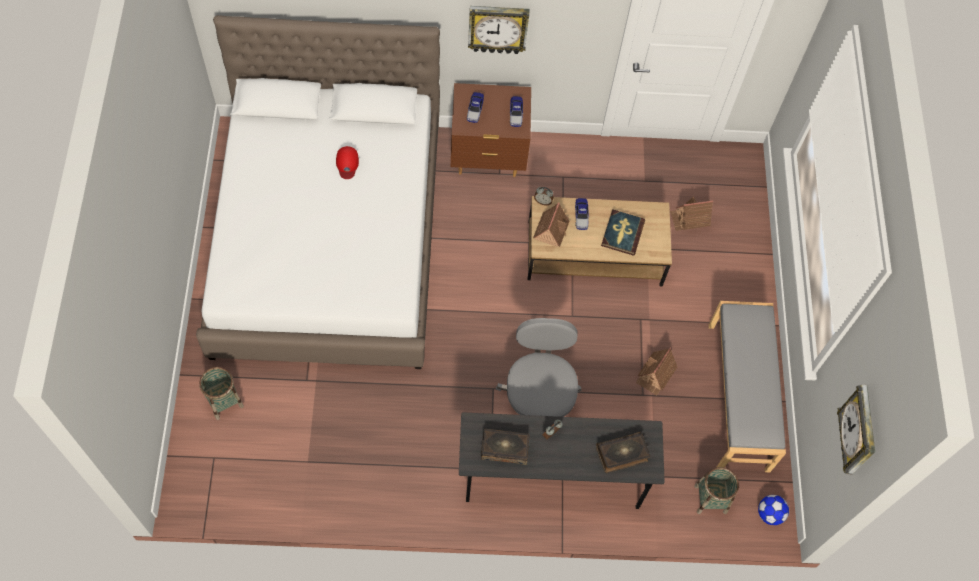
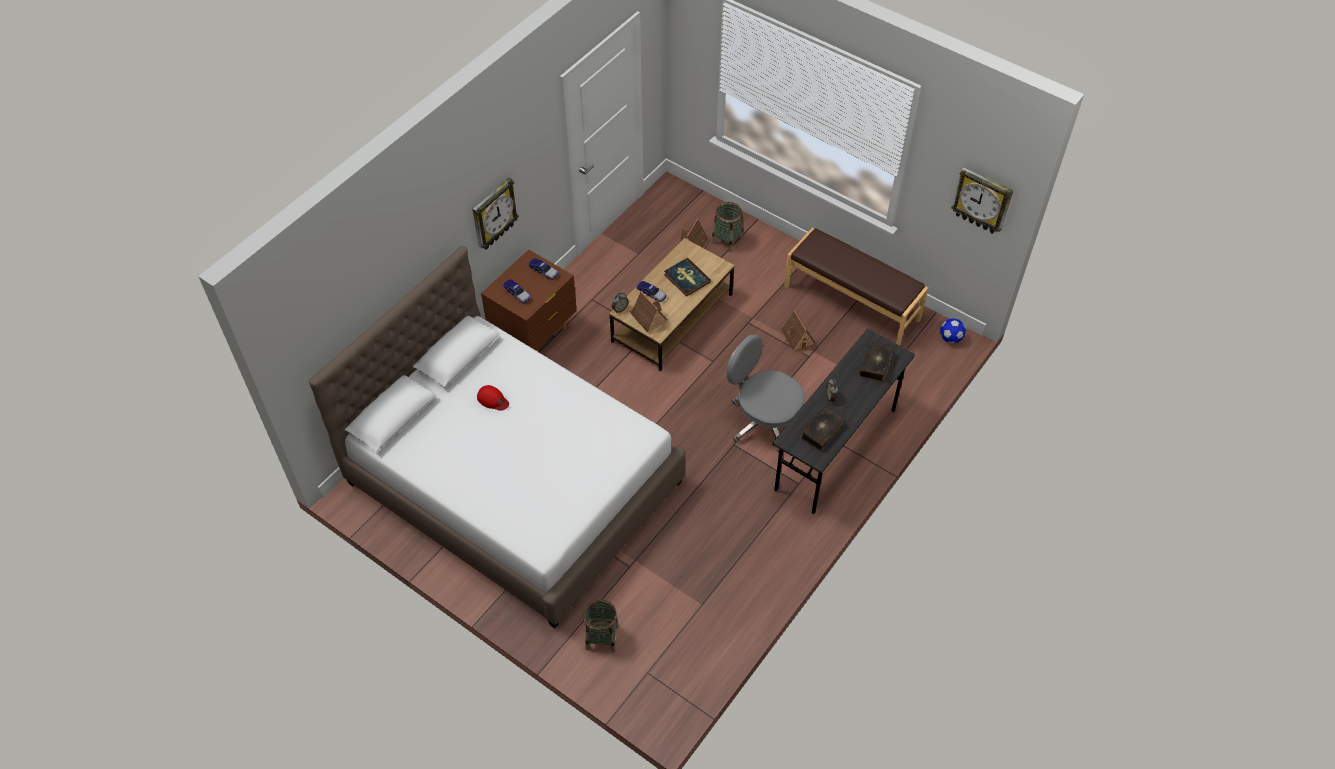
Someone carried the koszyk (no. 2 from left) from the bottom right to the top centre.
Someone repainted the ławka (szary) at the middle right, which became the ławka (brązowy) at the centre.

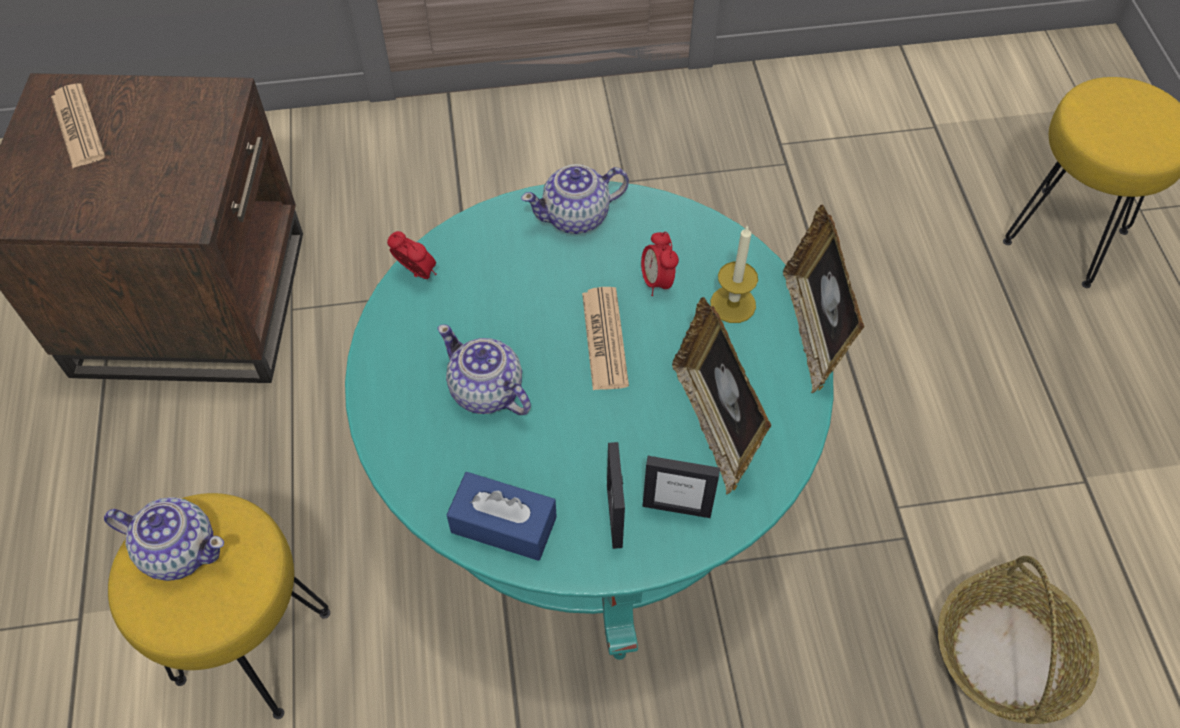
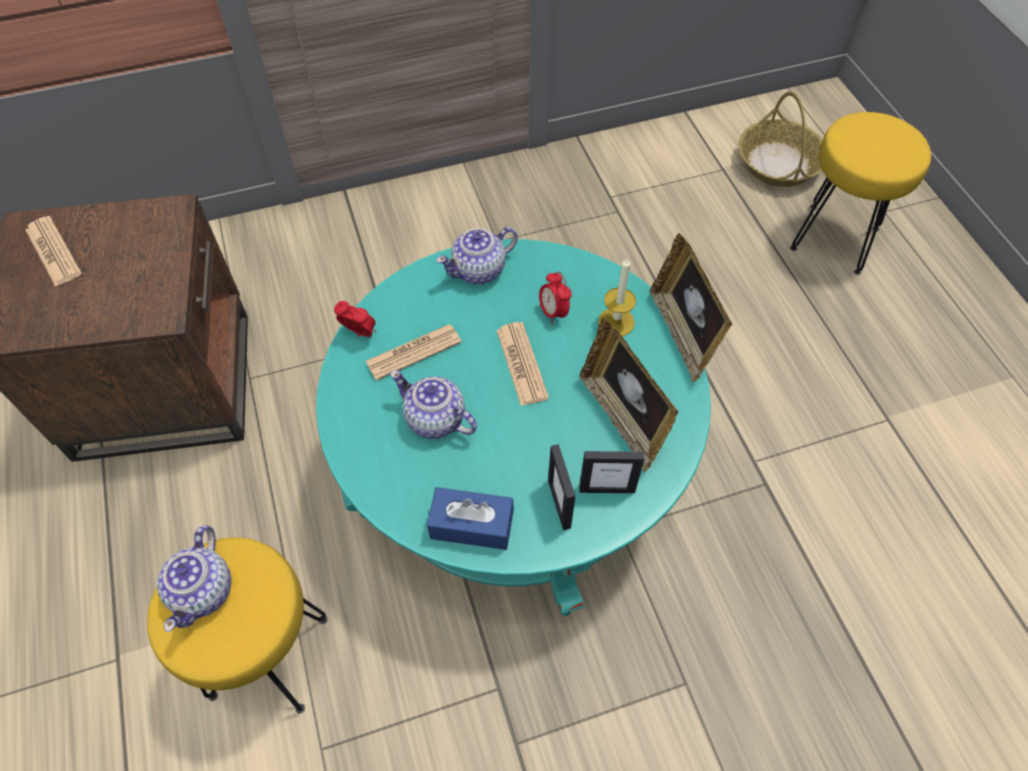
Someone rotated the imbryk (no. 1 from left) at the bottom left by 90 degrees clockwise.
Someone carried the koszyk from the bottom right to the top right.
Someone put down the gazeta (no. 2 from left) at the centre.

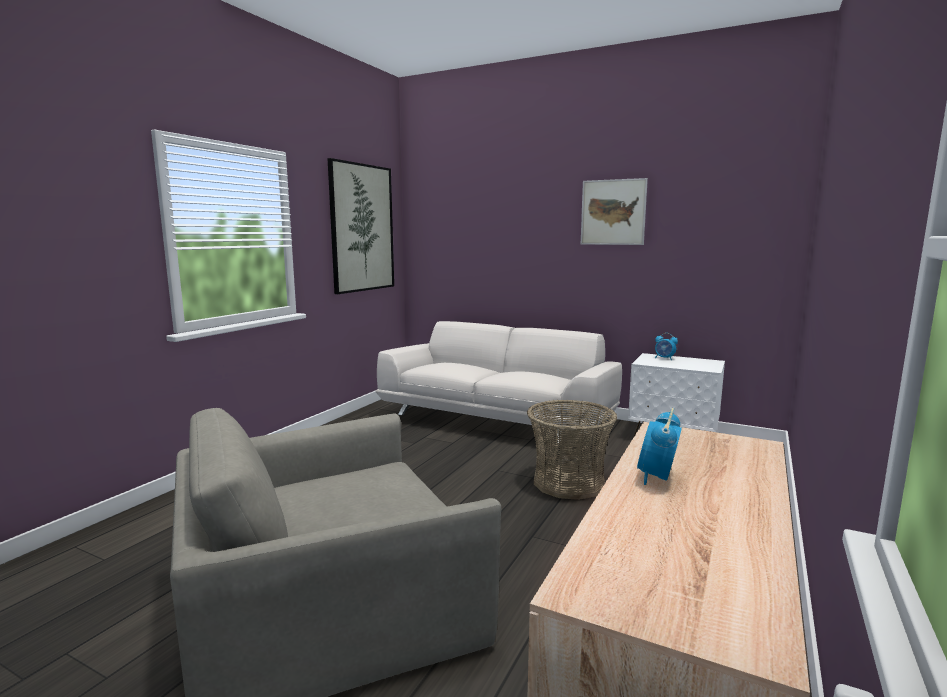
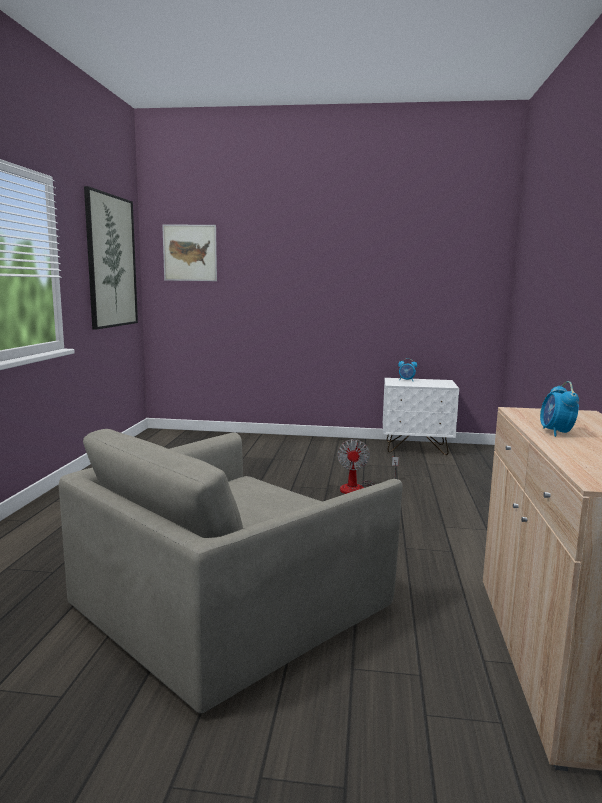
Someone took away the kanapa (biały) at the centre.
Someone swapped the koszyk at the centre for the wentylator at the centre.
Someone carried the obraz (no. 2 from left) from the top centre to the top left.

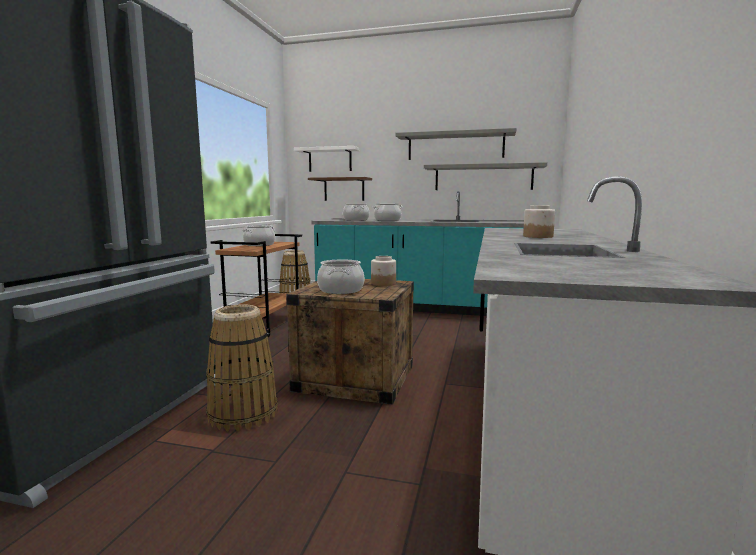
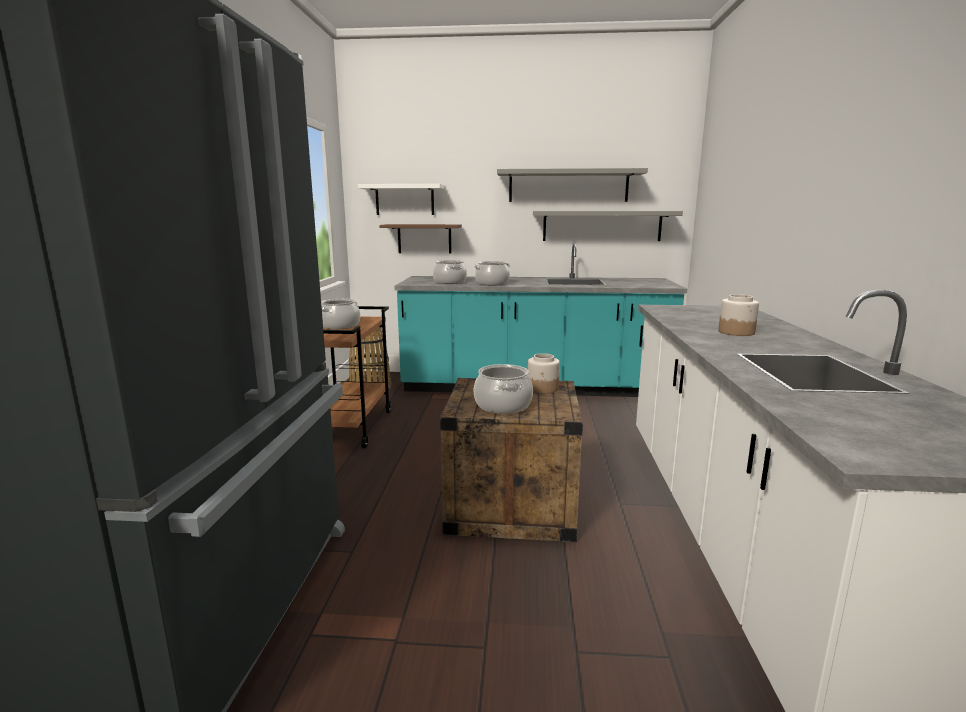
Someone took away the koszyk (no. 1 from left) at the middle left.

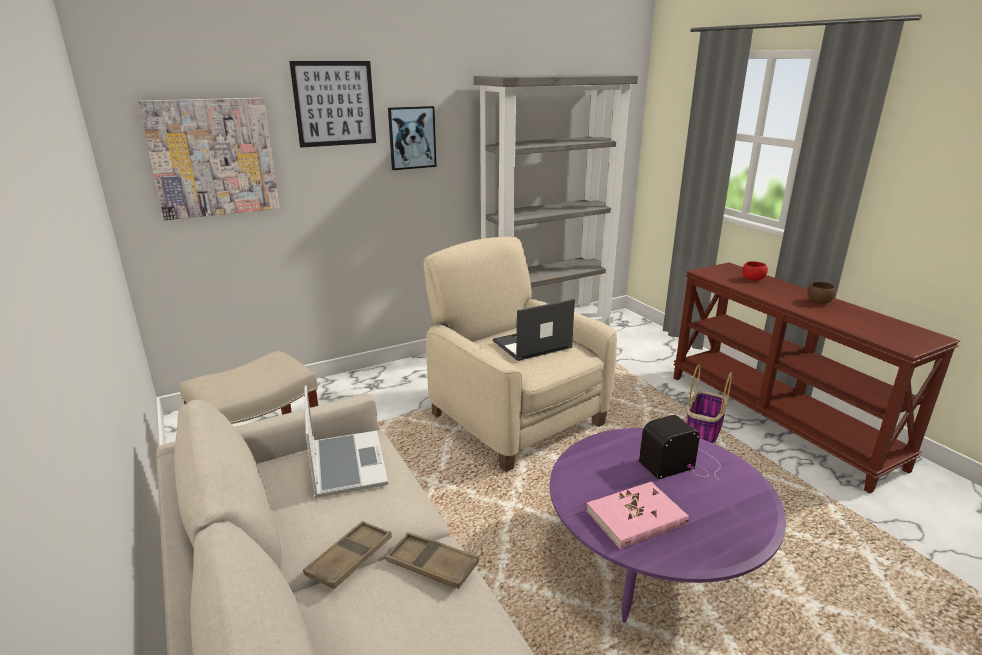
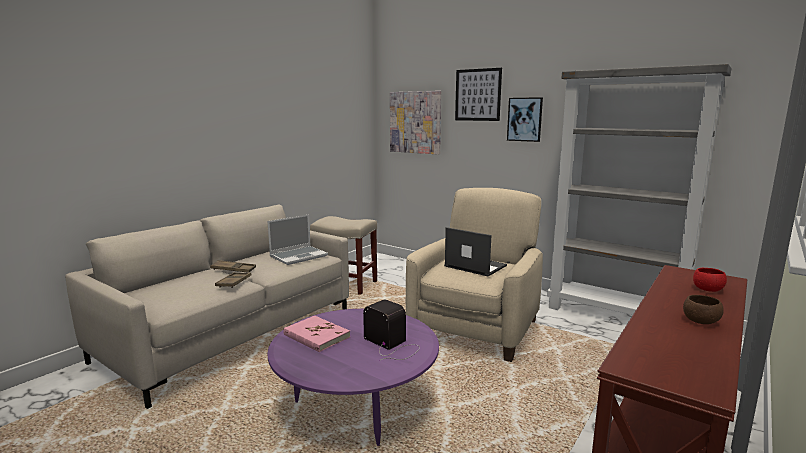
Someone took away the koszyk at the middle right.

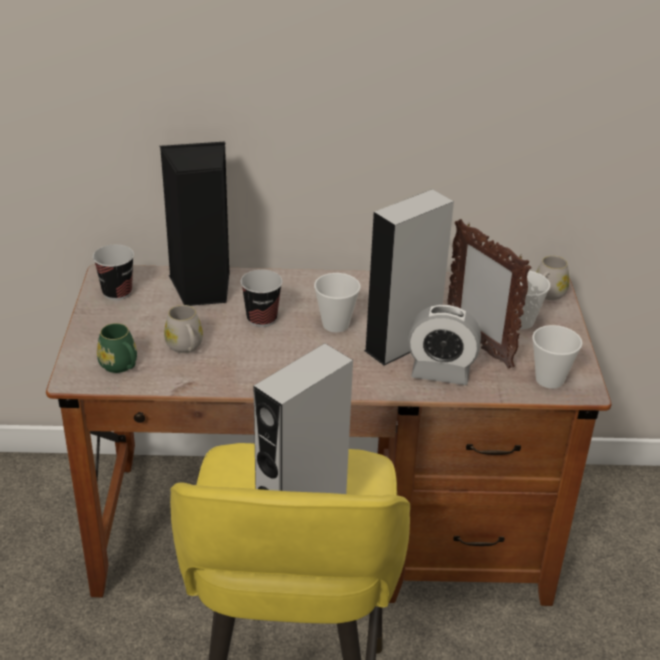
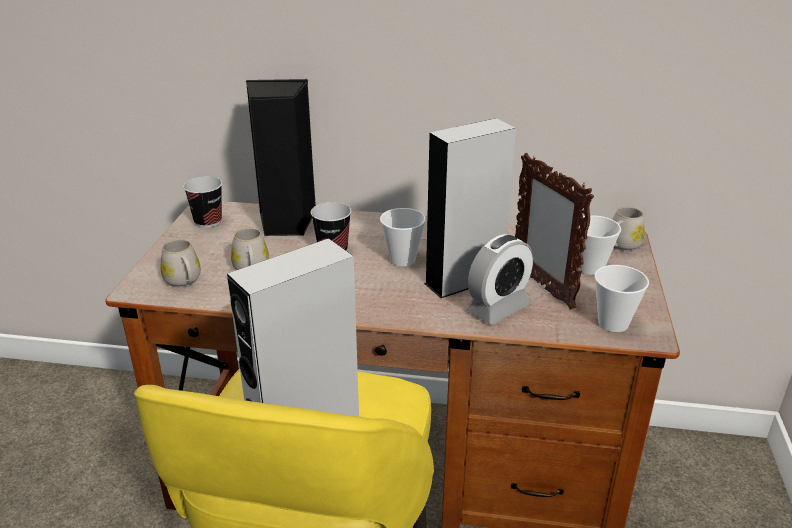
Someone repainted the kubek (zielony) at the middle left, which became the kubek (biały) (no. 1 from left) at the middle left.
Someone rotated the budzik at the middle right by 60 degrees counterclockwise.

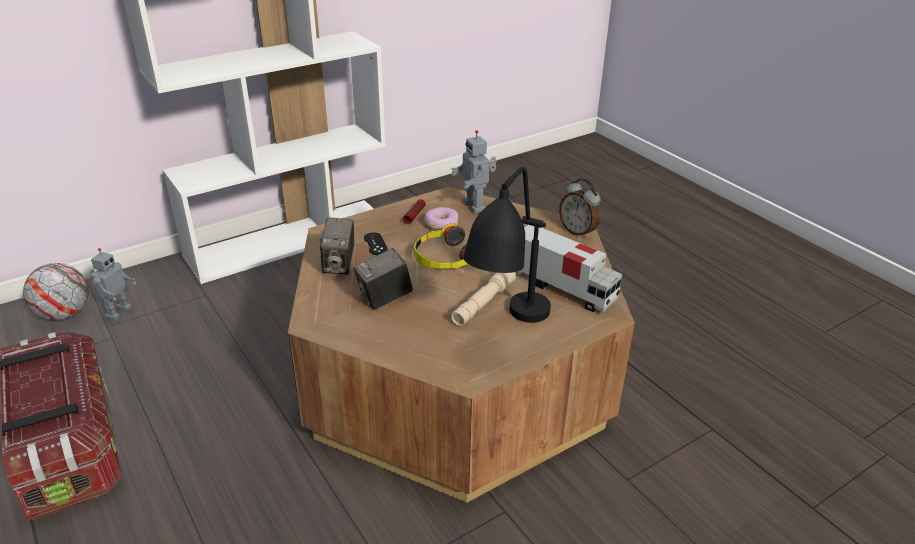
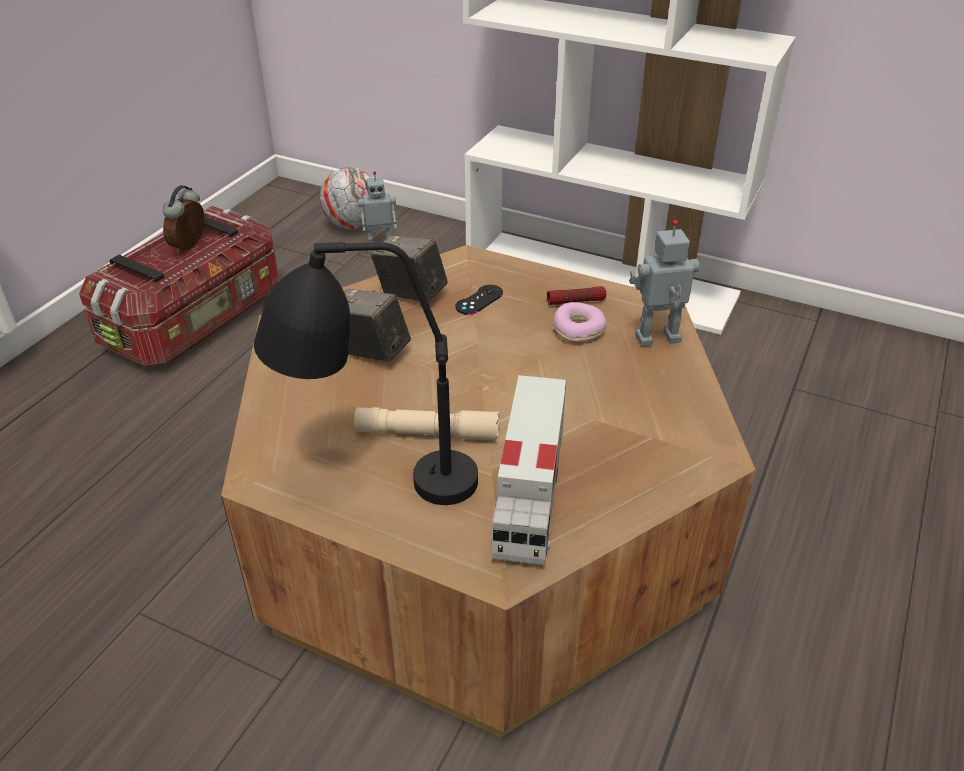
Someone rotated the aparat fotograficzny (no. 1 from left in the first image) at the centre by 60 degrees clockwise.
Someone took away the słuchawki at the centre.
Someone rotated the robot zabawkowy (no. 2 from left) at the top centre by 45 degrees clockwise.
Someone carried the budzik from the centre to the top left.

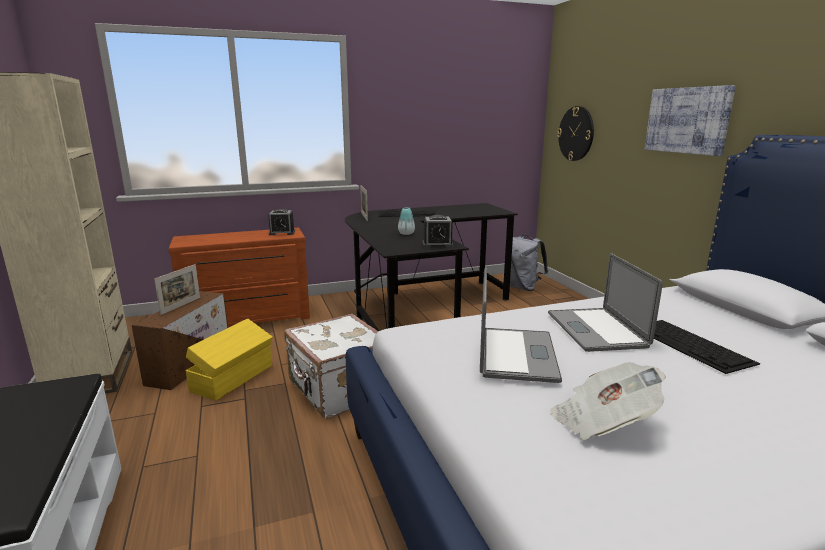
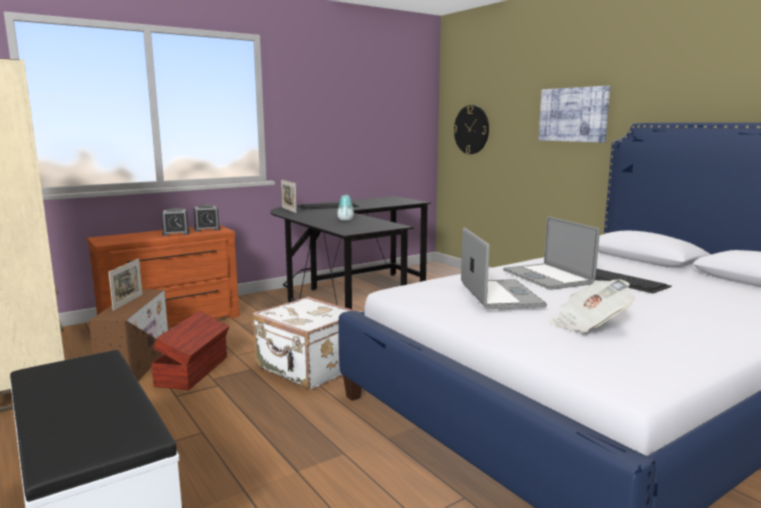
Someone repainted the pojemnik do przechowywania (żółty) at the middle left, which became the pojemnik do przechowywania (brązowy) (no. 2 from left) at the bottom left.
Someone carried the budzik (no. 2 from left in the first image) from the centre to the middle left.
Someone took away the plecak (szary) at the centre.

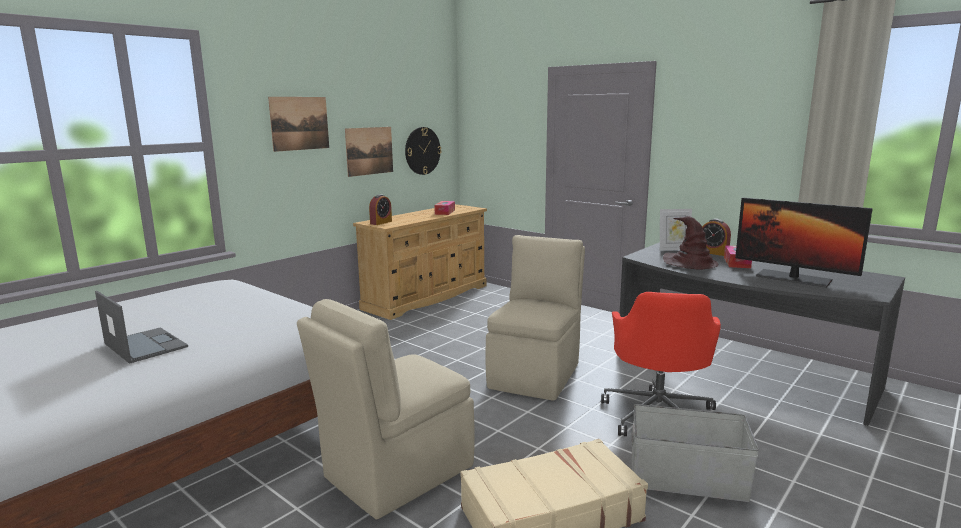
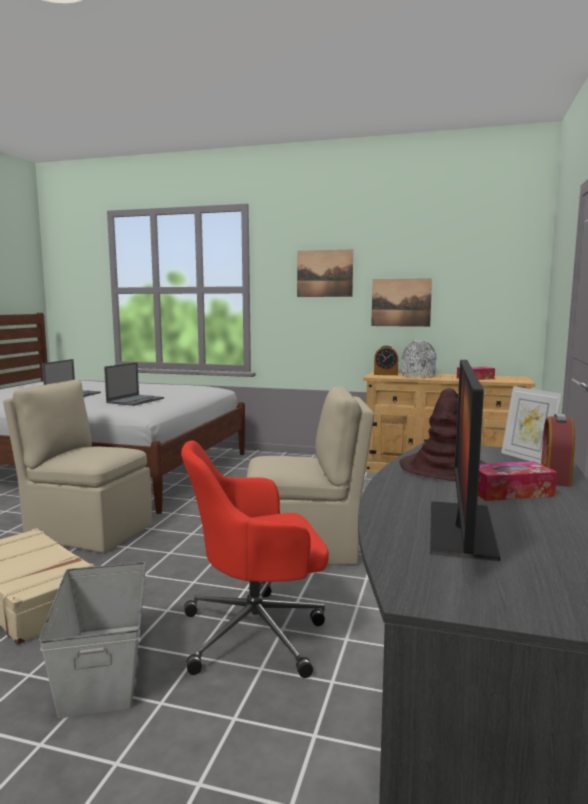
Someone took away the zegar ścienny at the top centre.
Someone put down the laptop (no. 2 from left) at the middle left.
Someone put down the wazon (szary) at the middle right.

